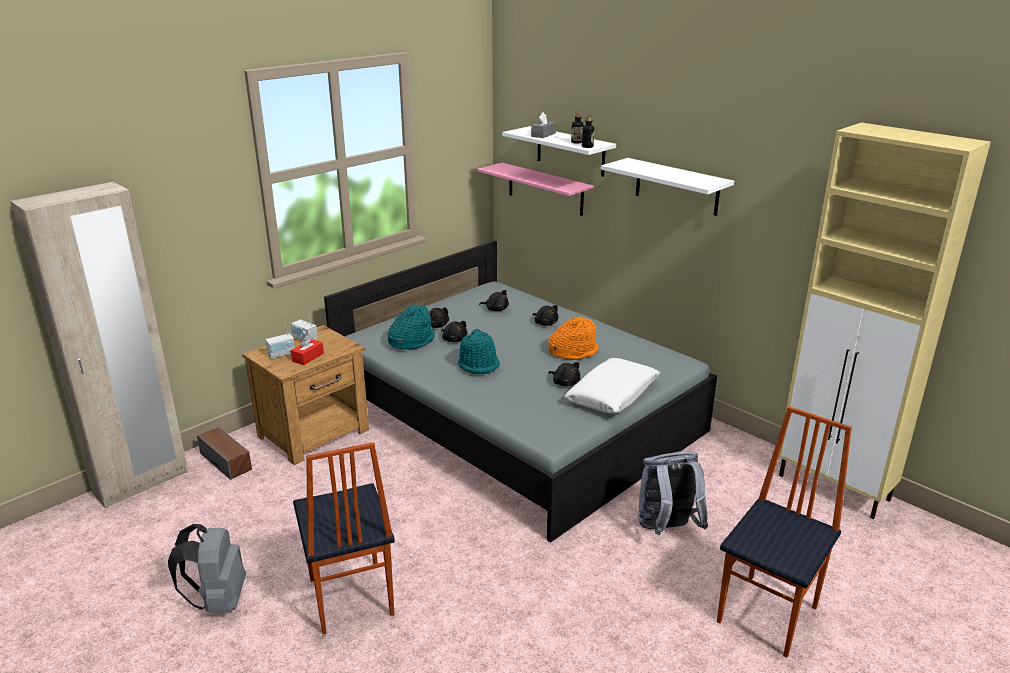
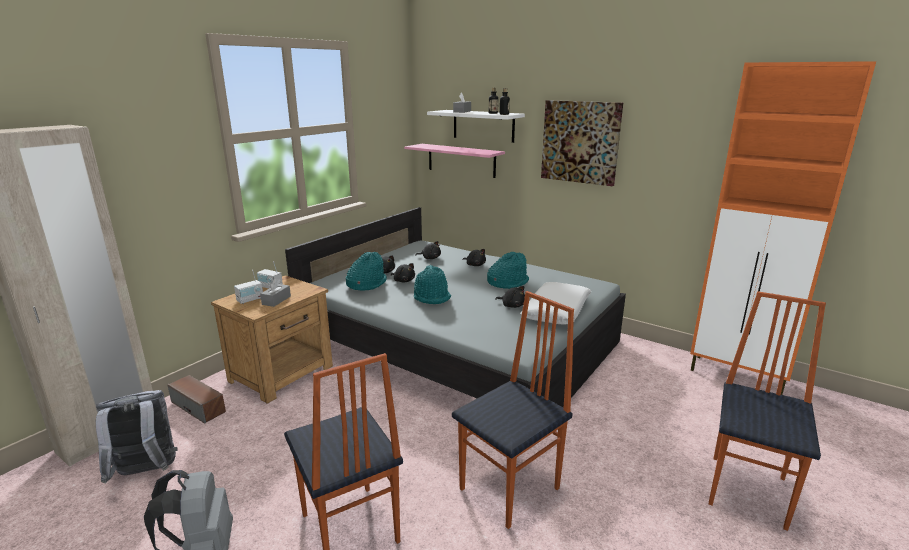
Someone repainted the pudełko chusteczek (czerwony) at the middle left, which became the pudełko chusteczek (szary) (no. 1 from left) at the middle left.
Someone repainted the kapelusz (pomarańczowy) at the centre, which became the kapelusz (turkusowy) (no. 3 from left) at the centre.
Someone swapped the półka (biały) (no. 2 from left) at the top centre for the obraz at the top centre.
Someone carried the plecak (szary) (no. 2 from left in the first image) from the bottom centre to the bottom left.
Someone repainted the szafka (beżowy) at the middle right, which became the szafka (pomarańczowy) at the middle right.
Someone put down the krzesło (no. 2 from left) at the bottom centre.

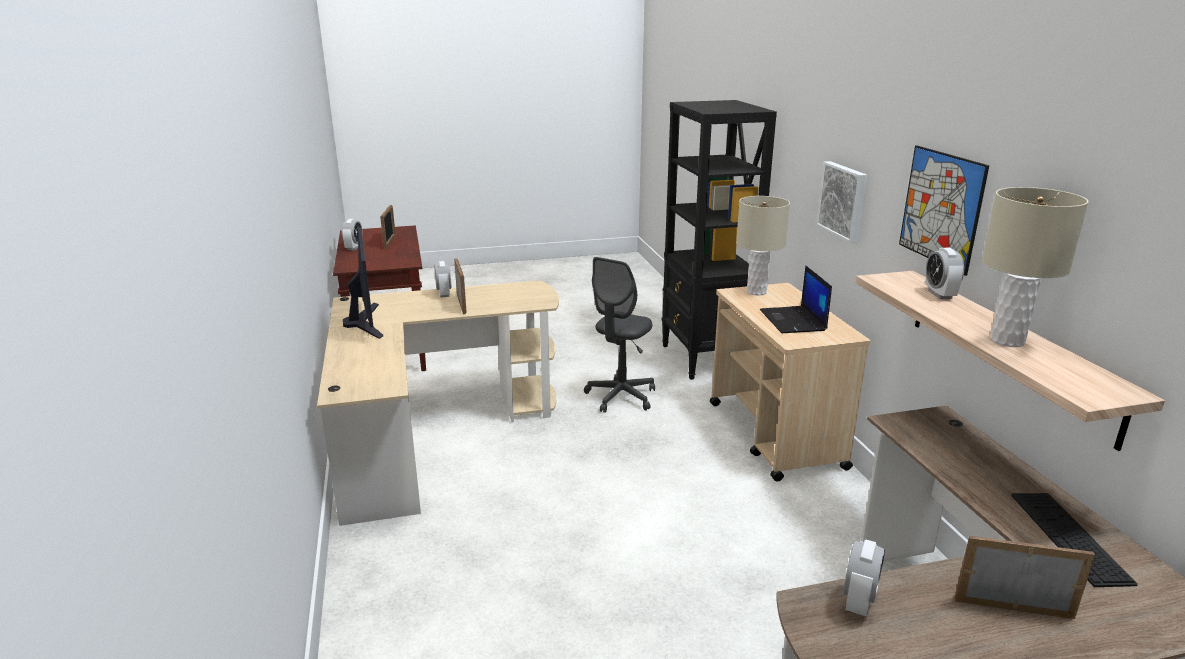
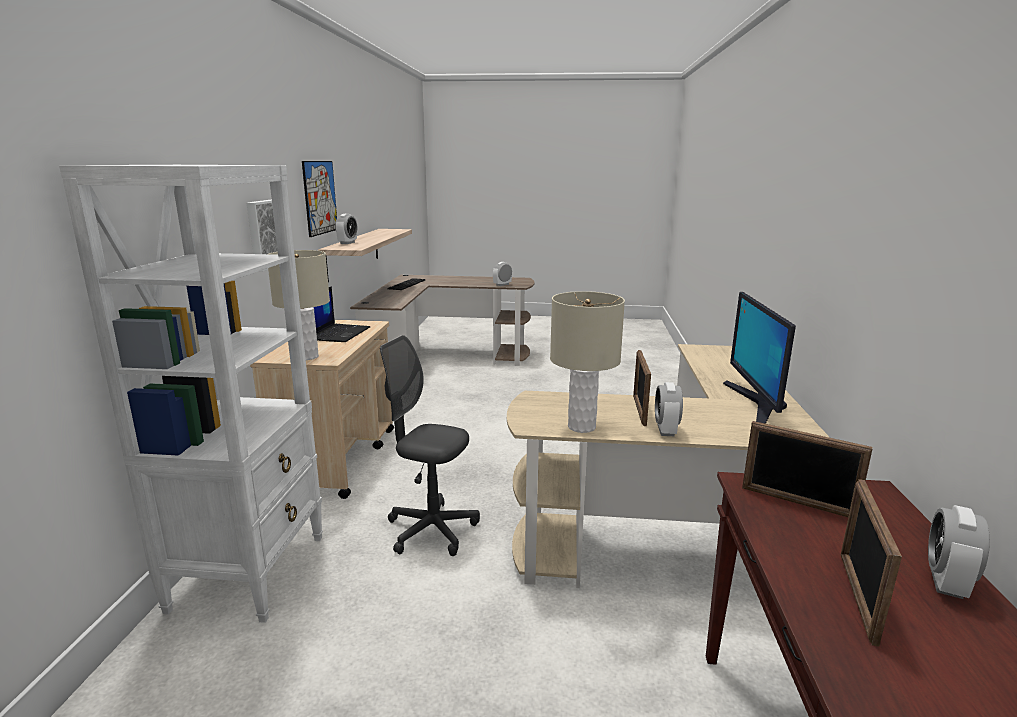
Someone rotated the krzesło biurowe (szary) at the centre by 120 degrees counterclockwise.
Someone repainted the regał (czarny) at the centre, which became the regał (biały) at the middle left.
Someone carried the ramka na zdjęcie (no. 3 from left in the first image) from the bottom right to the middle right.
Someone carried the lampa stołowa (beżowy) (no. 2 from left) from the middle right to the centre.

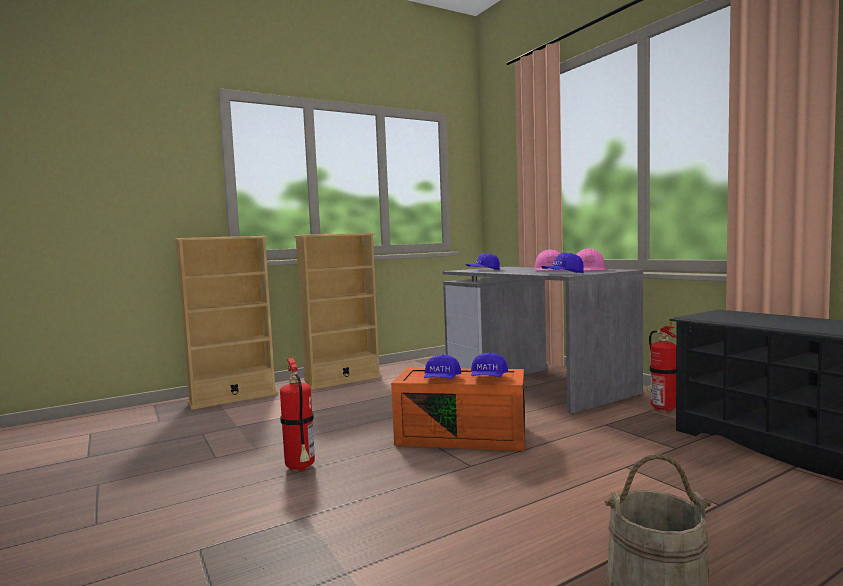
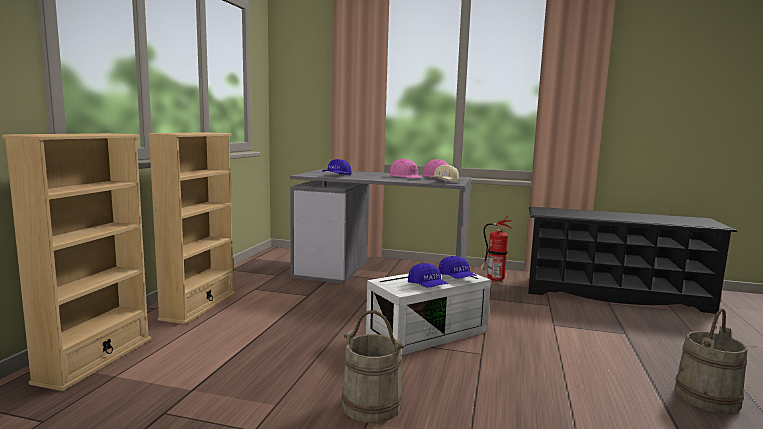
Someone swapped the gaśnica (no. 1 from left) at the bottom centre for the wiadro (beżowy) (no. 1 from left) at the bottom centre.
Someone repainted the pojemnik do przechowywania (pomarańczowy) at the bottom centre, which became the pojemnik do przechowywania (biały) at the bottom centre.
Someone repainted the czapka z daszkiem (niebieski) (no. 4 from left) at the middle right, which became the czapka z daszkiem (beżowy) at the centre.

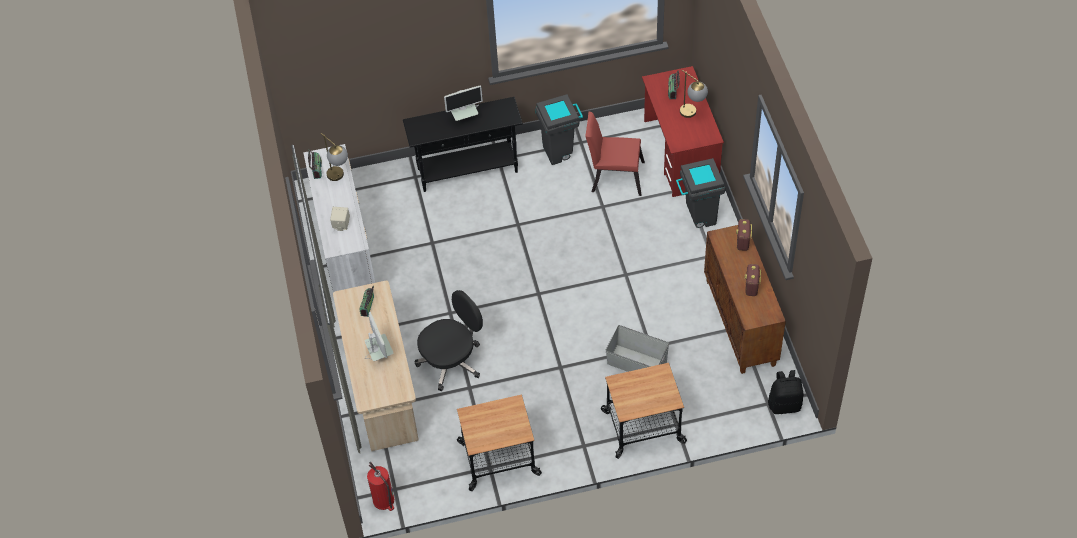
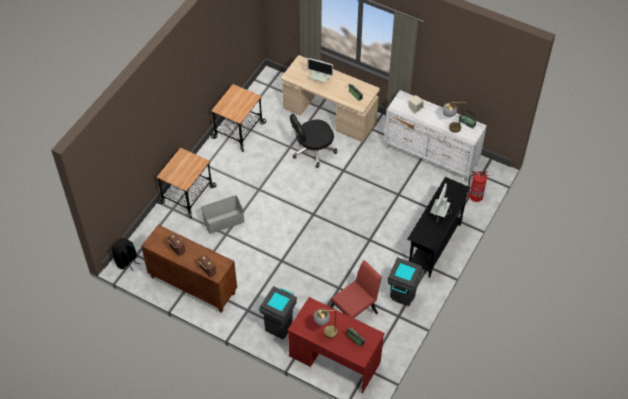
Someone carried the gaśnica from the bottom centre to the middle right.
Someone rotated the krzesło biurowe (czarny) at the centre by 60 degrees clockwise.

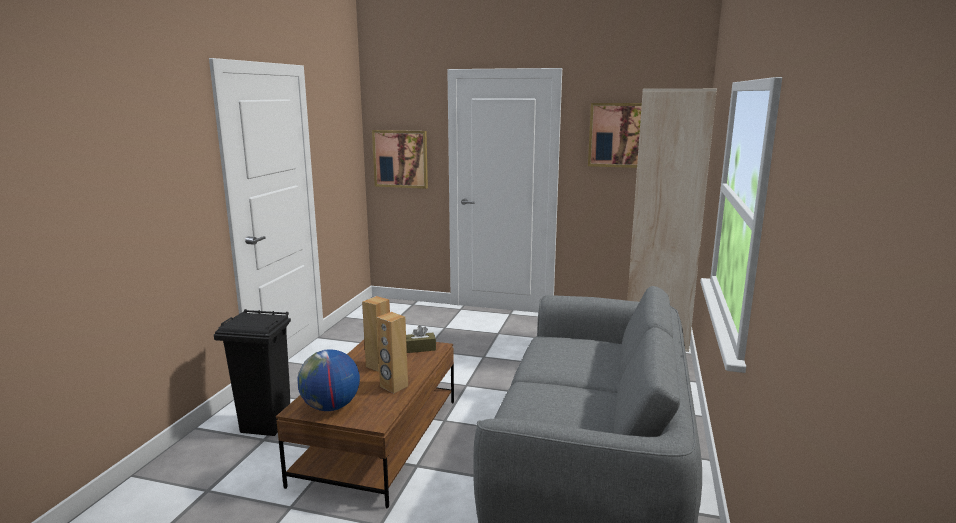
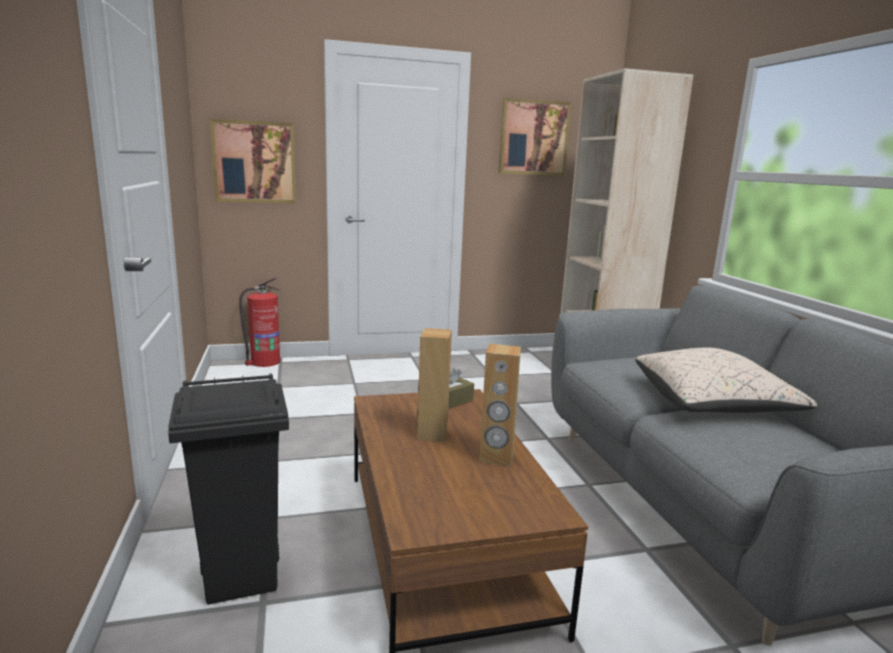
Someone took away the globus at the bottom centre.
Someone put down the gaśnica at the middle left.
Someone put down the poduszka (beżowy) at the middle right.

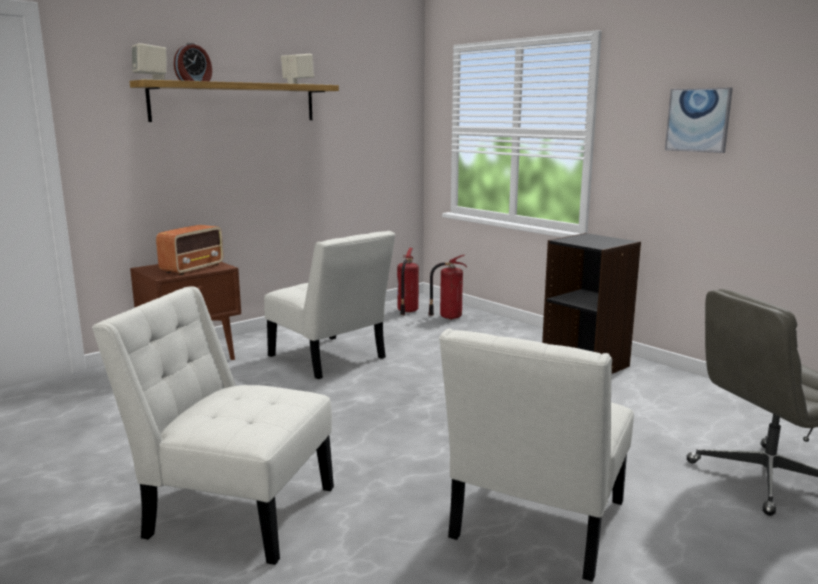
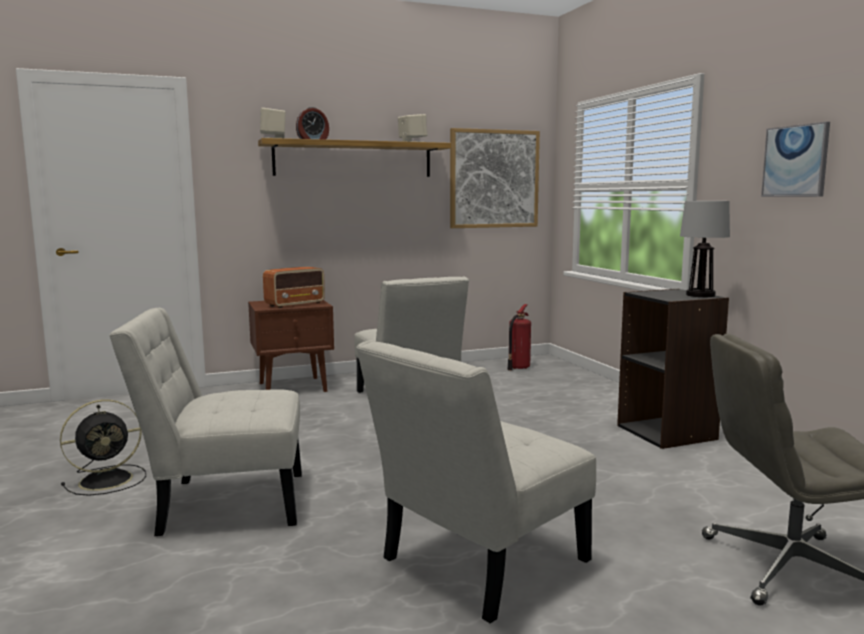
Someone rotated the krzesło (biały) (no. 1 from left) at the bottom left by 45 degrees counterclockwise.
Someone took away the gaśnica (no. 2 from left) at the centre.
Someone put down the wentylator (czarny) at the bottom left.
Someone put up the obraz (no. 1 from left) at the top centre.
Someone put down the lampa stołowa at the middle right.

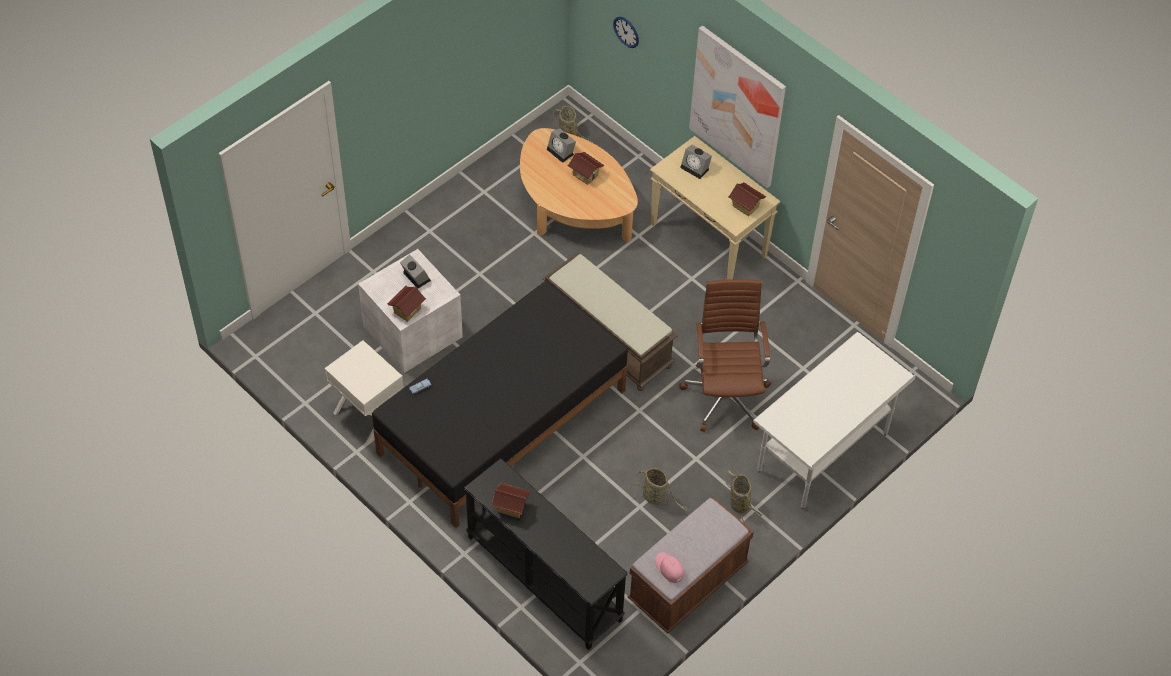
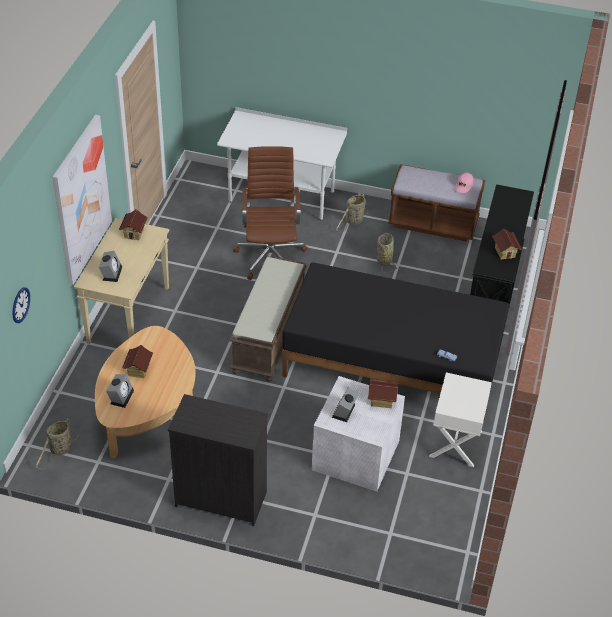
Someone rotated the krzesło biurowe (brązowy) at the centre by 120 degrees clockwise.
Someone put down the komoda (czarny) at the bottom centre.

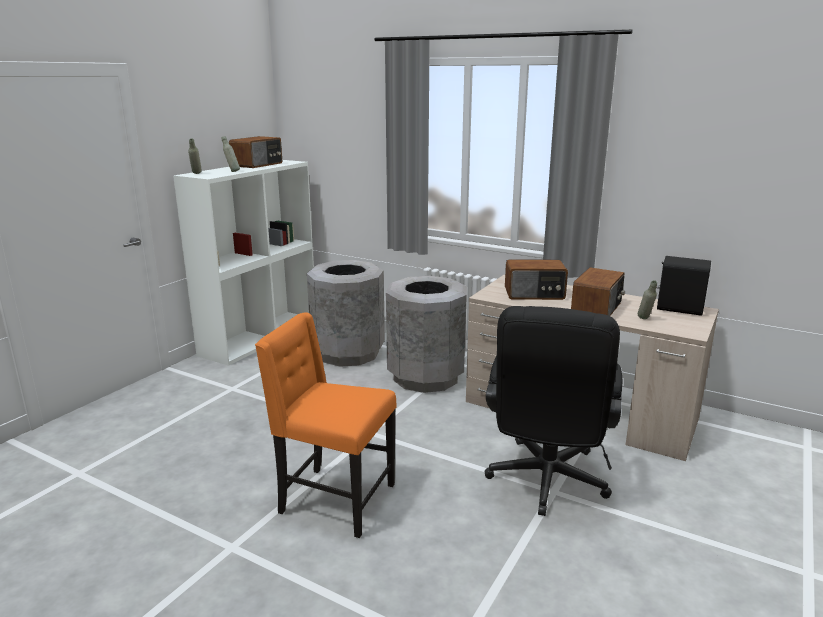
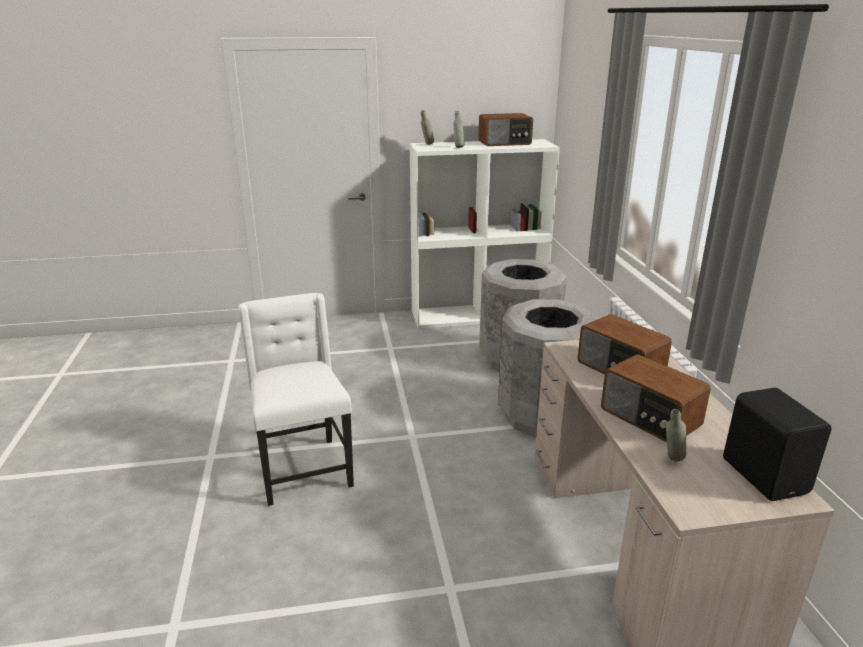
Someone repainted the krzesło (pomarańczowy) at the bottom centre, which became the krzesło (biały) at the centre.
Someone took away the krzesło biurowe (czarny) at the middle right.
Someone rotated the radio (no. 3 from left) at the middle right by 60 degrees clockwise.

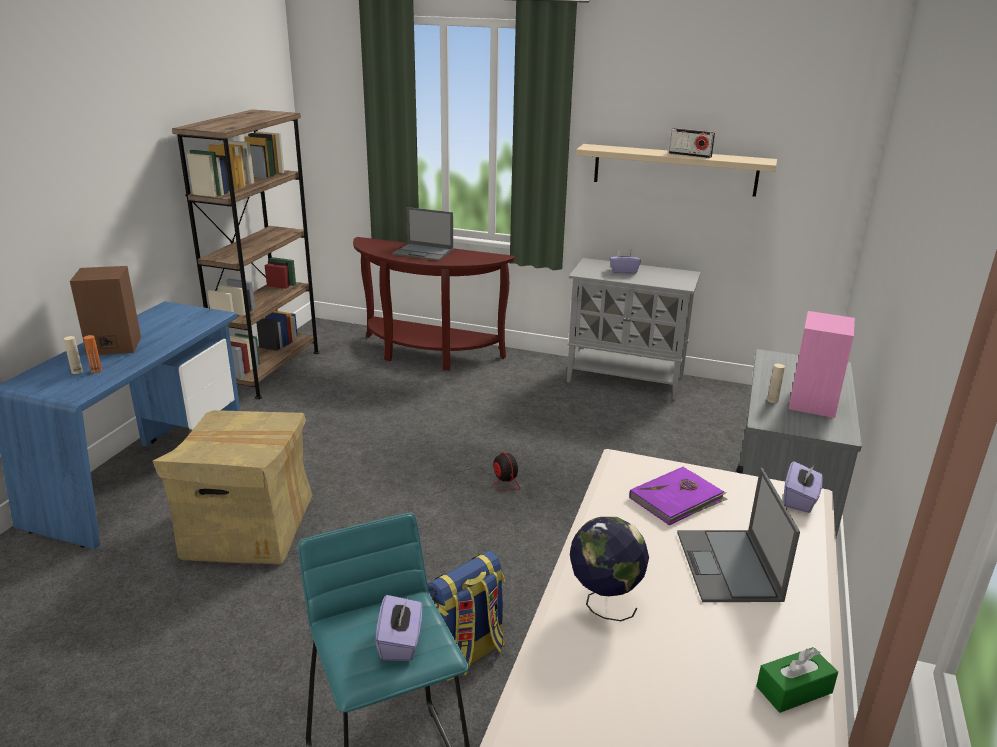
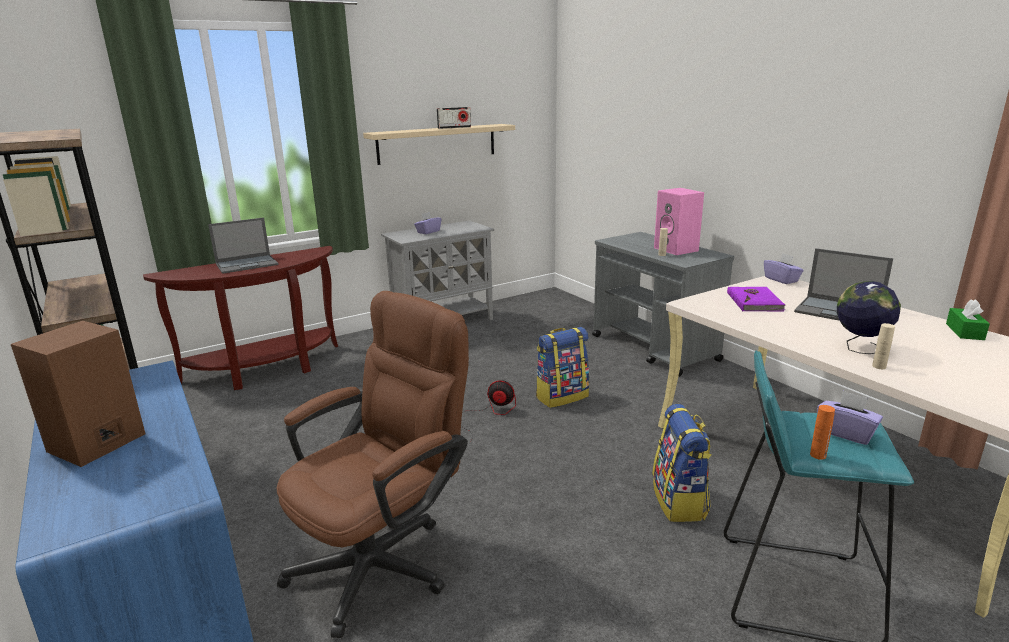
Someone carried the butelka (beżowy) (no. 1 from left in the first image) from the middle left to the middle right.
Someone carried the butelka (pomarańczowy) from the middle left to the bottom right.
Someone swapped the karton at the middle left for the krzesło biurowe (brązowy) at the bottom centre.
Someone put down the plecak (no. 1 from left) at the centre.

